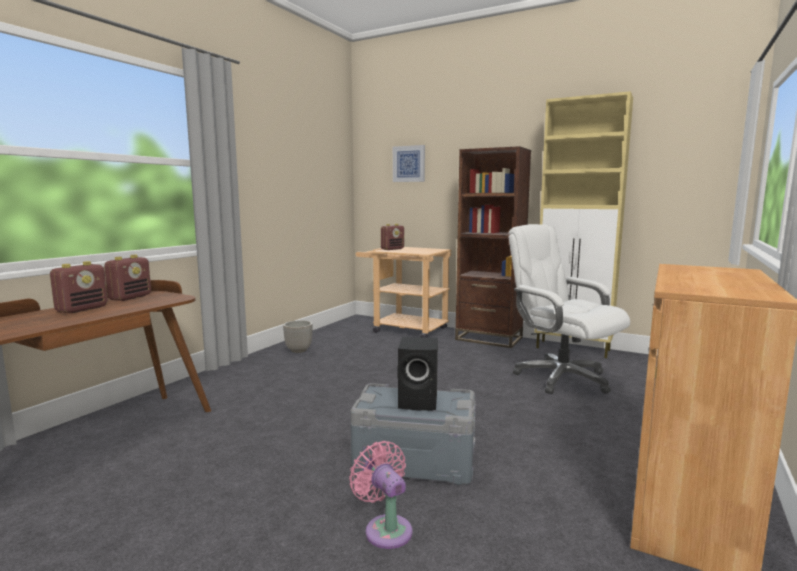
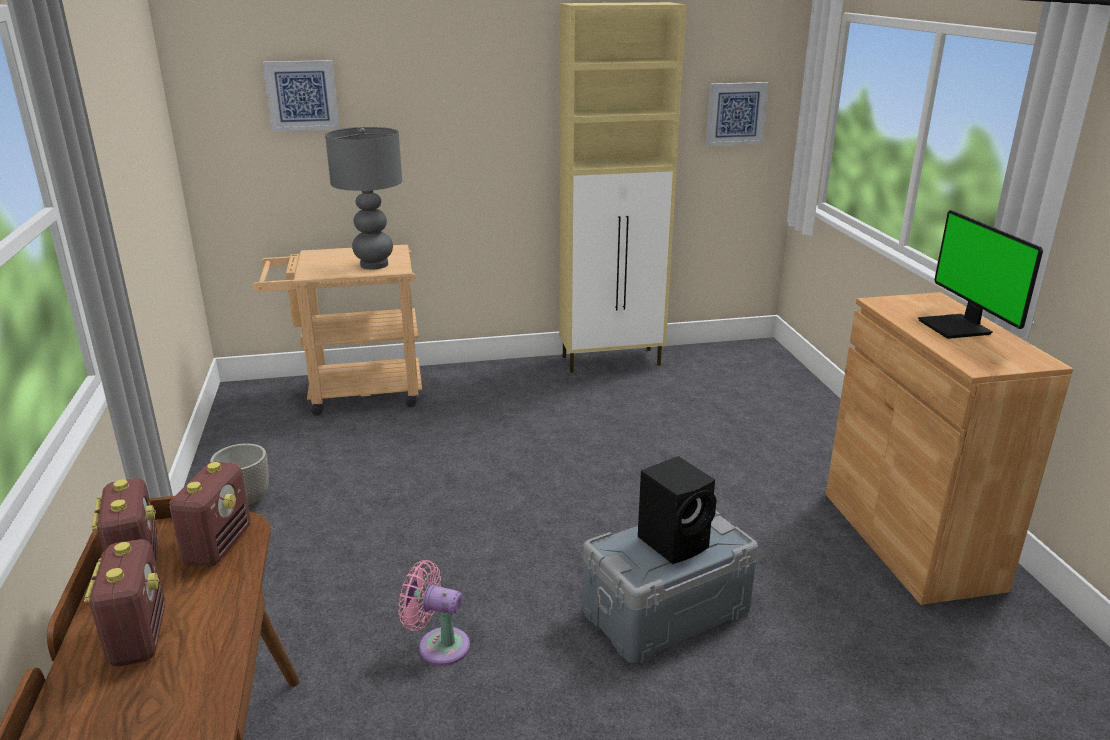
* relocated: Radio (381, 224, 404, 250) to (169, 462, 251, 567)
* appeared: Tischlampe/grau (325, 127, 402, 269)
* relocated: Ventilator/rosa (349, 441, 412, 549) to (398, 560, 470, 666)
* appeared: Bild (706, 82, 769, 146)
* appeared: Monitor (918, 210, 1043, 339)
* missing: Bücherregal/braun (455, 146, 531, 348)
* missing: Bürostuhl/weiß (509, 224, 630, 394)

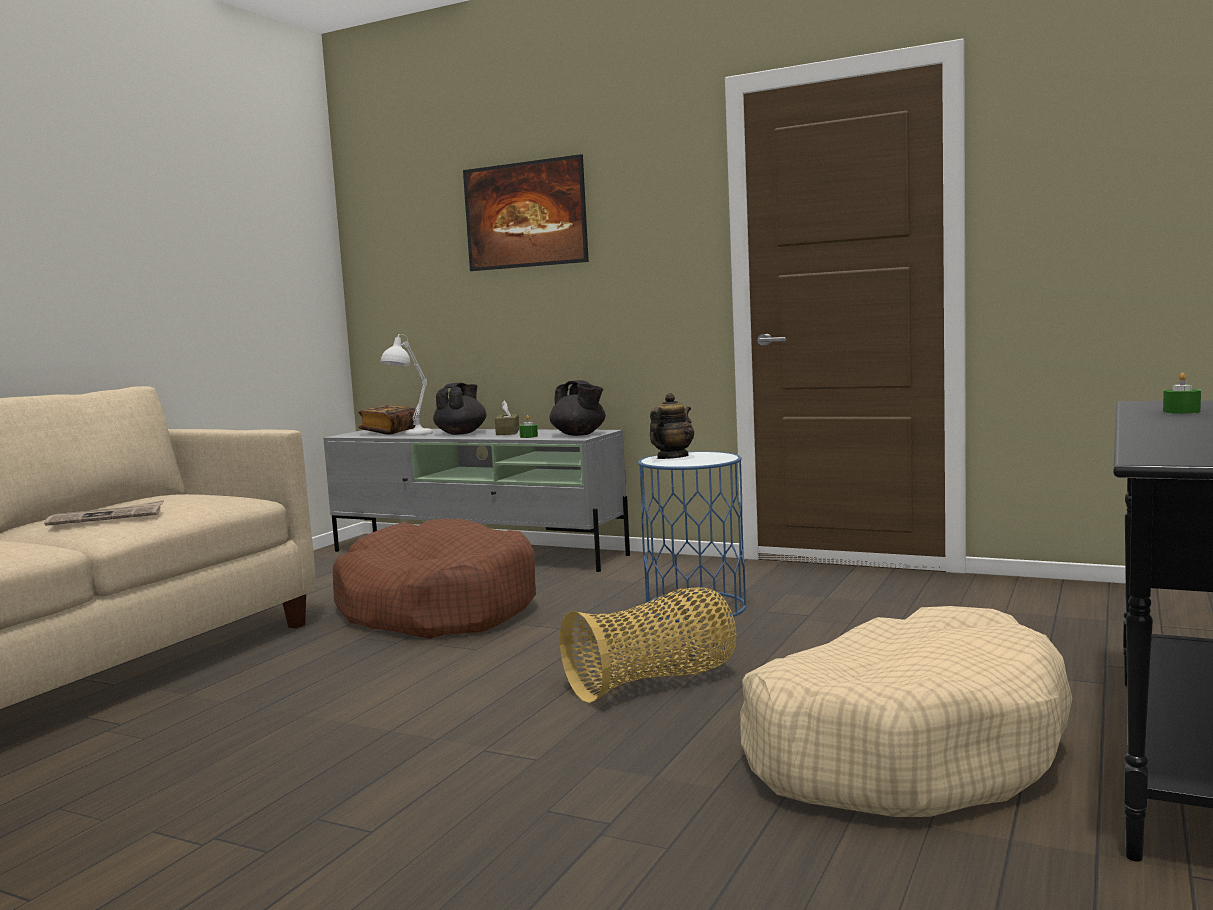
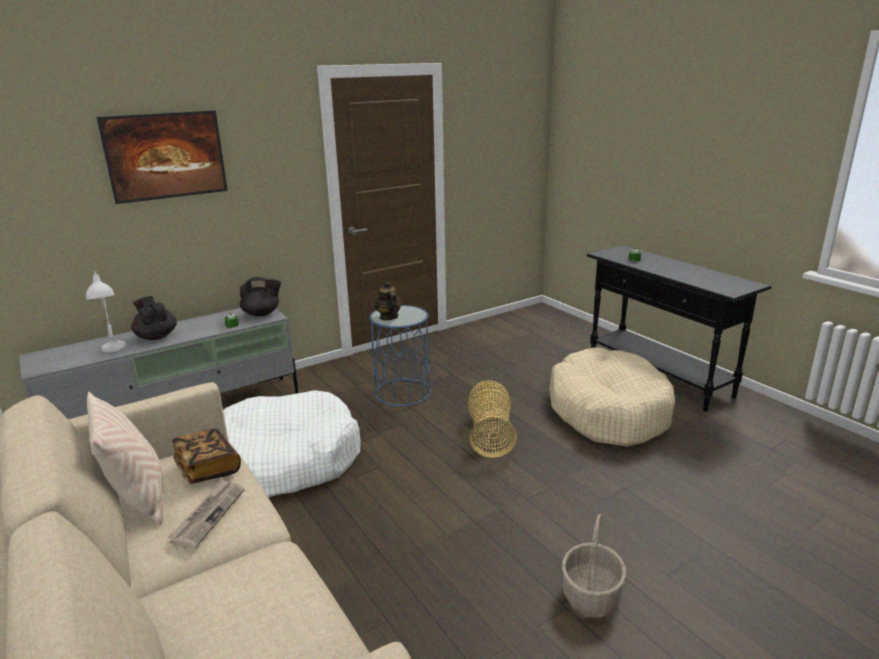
* appeared: Kissen/beige (87, 392, 163, 525)
* relocated: Buch (358, 405, 418, 435) to (172, 429, 241, 484)
* colour: Hundebett/braun (333, 519, 536, 639) to Hundebett/weiß (223, 390, 361, 498)
* appeared: Korb (562, 514, 626, 615)
* missing: Taschentuchbox/braun (495, 401, 519, 435)

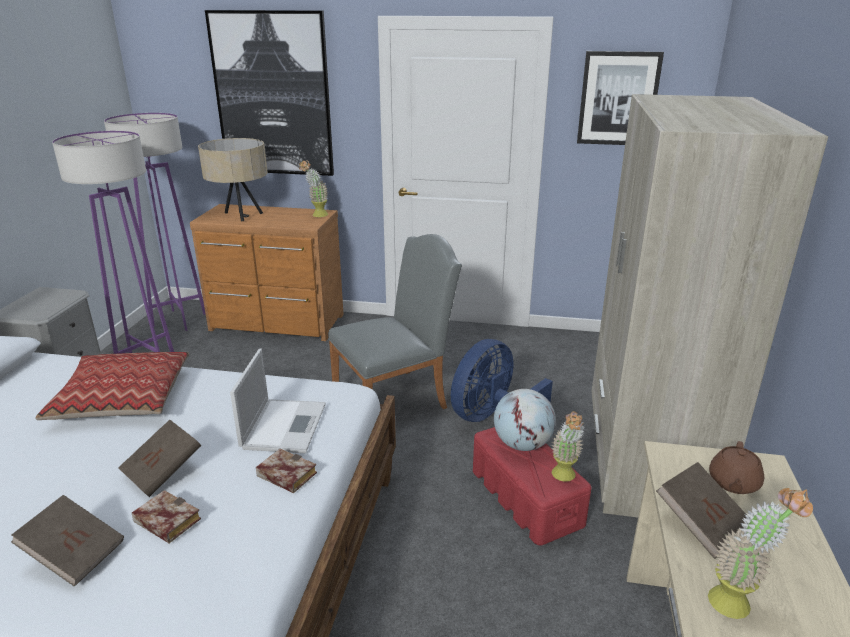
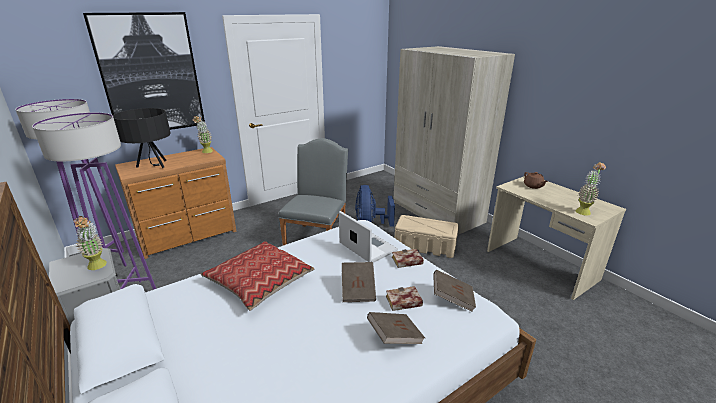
* relocated: Topfpflanze (551, 411, 585, 482) to (74, 216, 107, 270)
* colour: Tischlampe/beige (198, 138, 268, 221) to Tischlampe/schwarz (113, 108, 171, 168)
* colour: Aufbewahrungsbox/rot (473, 427, 591, 546) to Aufbewahrungsbox/beige (395, 215, 459, 258)
* relocated: Buch/braun (656, 462, 747, 559) to (433, 270, 476, 312)
* missing: Globus (494, 389, 556, 451)
* missing: Bild (577, 51, 664, 145)

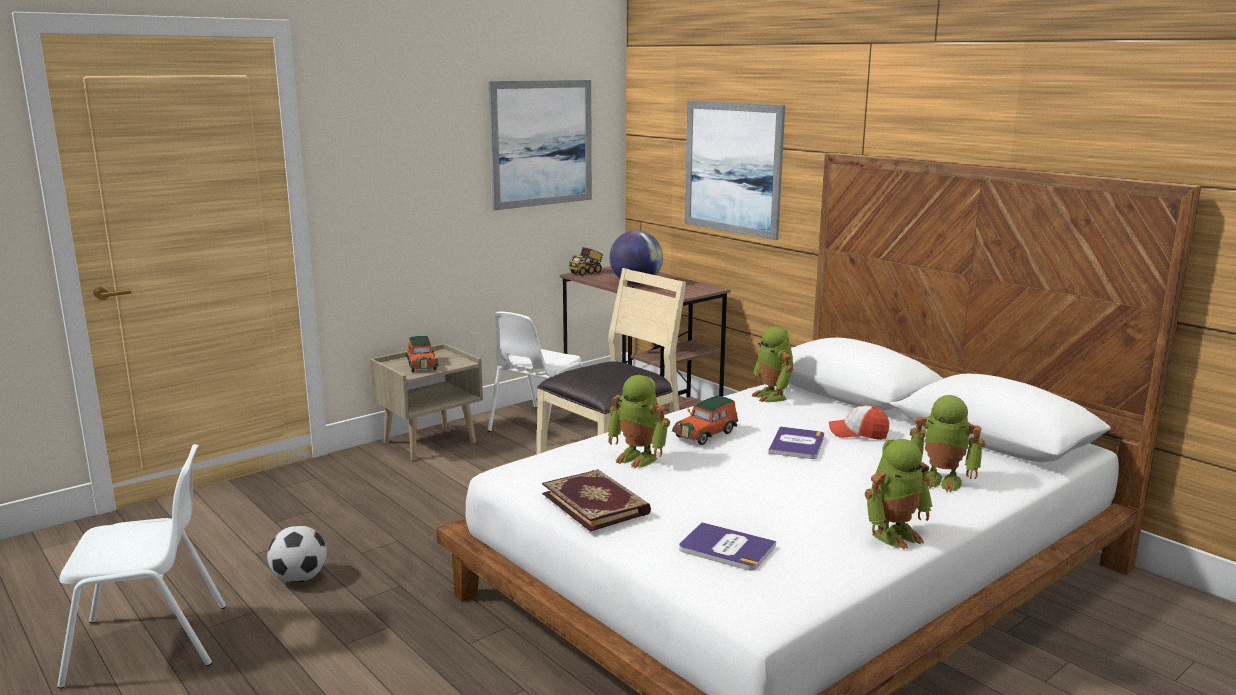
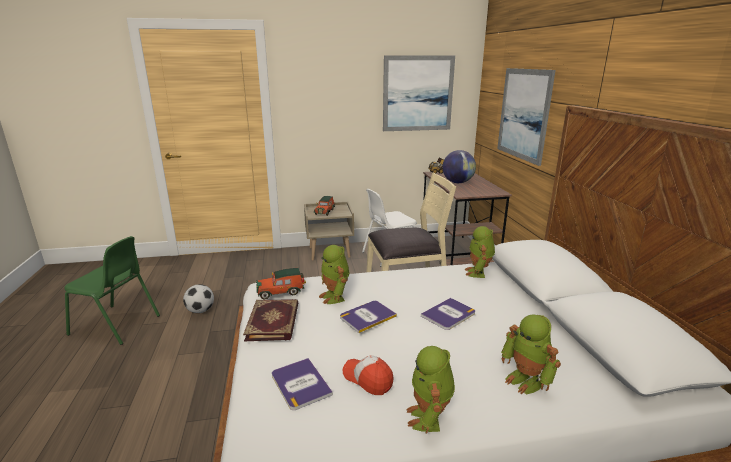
* colour: Stuhl/weiß (57, 444, 226, 689) to Stuhl/grün (65, 236, 160, 345)
* relocated: Spielzeugauto (672, 396, 738, 445) to (256, 268, 306, 300)
* appeared: Buch (340, 301, 397, 333)
* relocated: Kappe (829, 405, 889, 440) to (343, 356, 393, 395)
* spun: Spielzeugroboter (865, 439, 932, 549) = (407, 346, 455, 434) 90 degrees clockwise

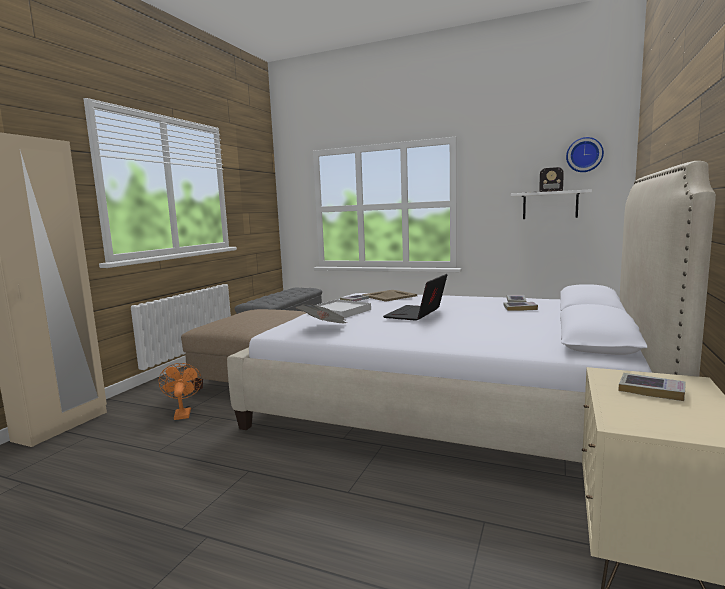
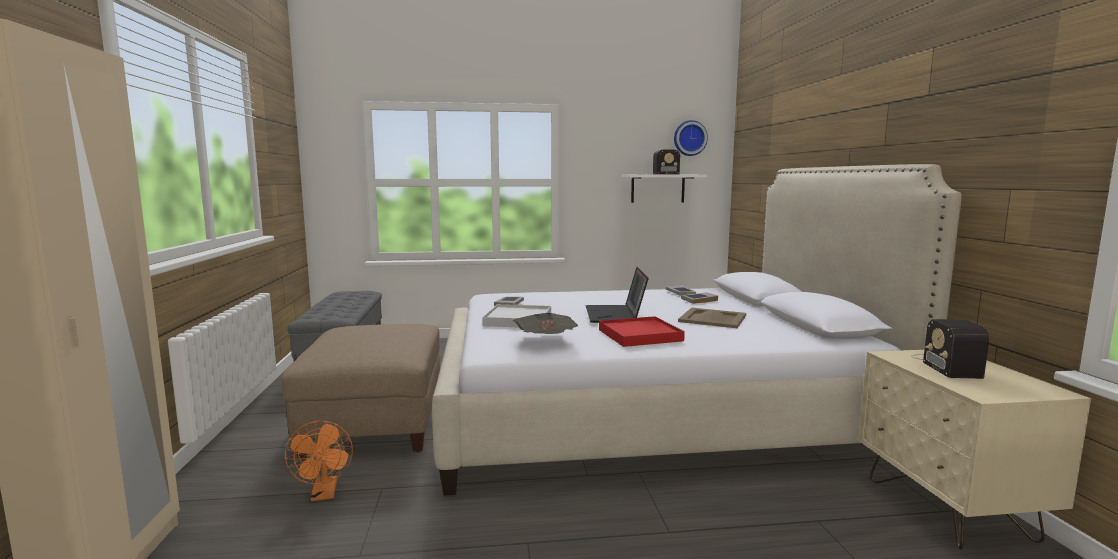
* spun: Ventilator/orange (159, 363, 202, 420) = (285, 421, 353, 501) 150 degrees counterclockwise
* appeared: Tablett/rot (599, 316, 685, 347)
* relocated: Tablett/beige (362, 290, 417, 302) to (678, 308, 746, 328)
* exchanged: Buch (618, 373, 686, 401) to Radio (911, 319, 989, 379)

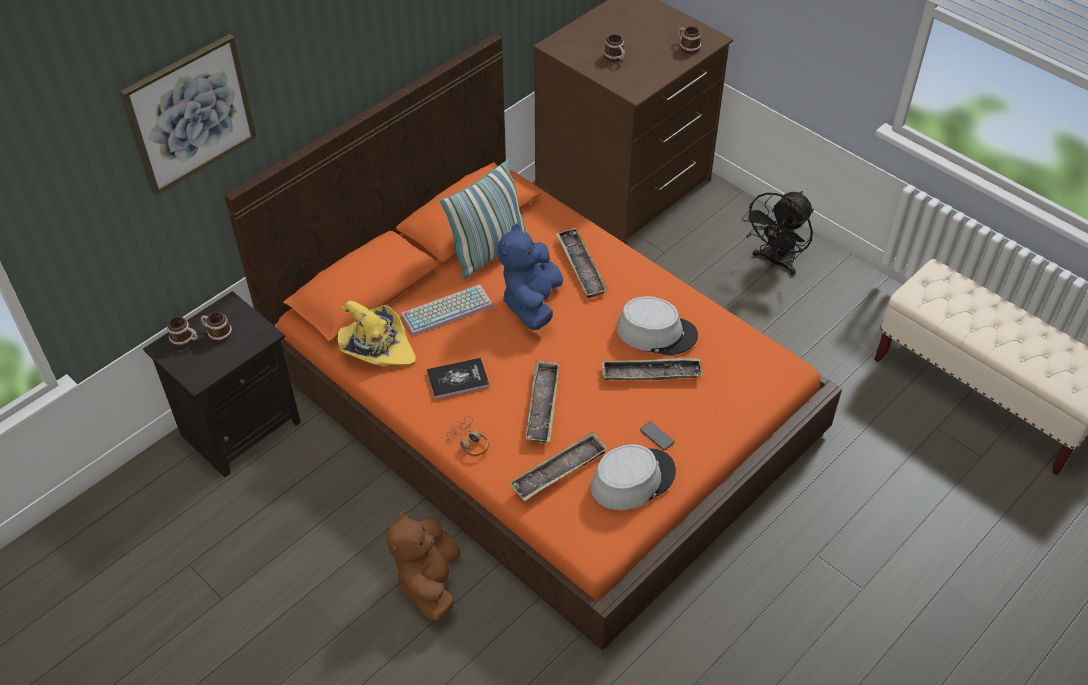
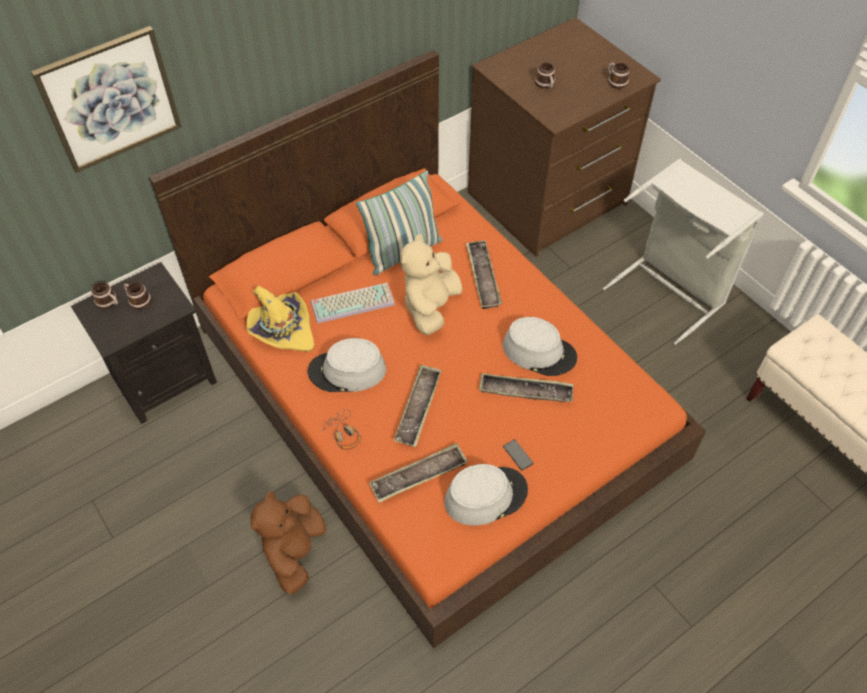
* exchanged: Buch (427, 358, 490, 399) to Hut/grau (308, 338, 386, 392)
* colour: Plüschtier/blau (498, 223, 563, 330) to Plüschtier/beige (400, 234, 463, 335)
* exchanged: Ventilator/schwarz (742, 191, 814, 275) to Wäschekorb/grau (603, 158, 764, 345)

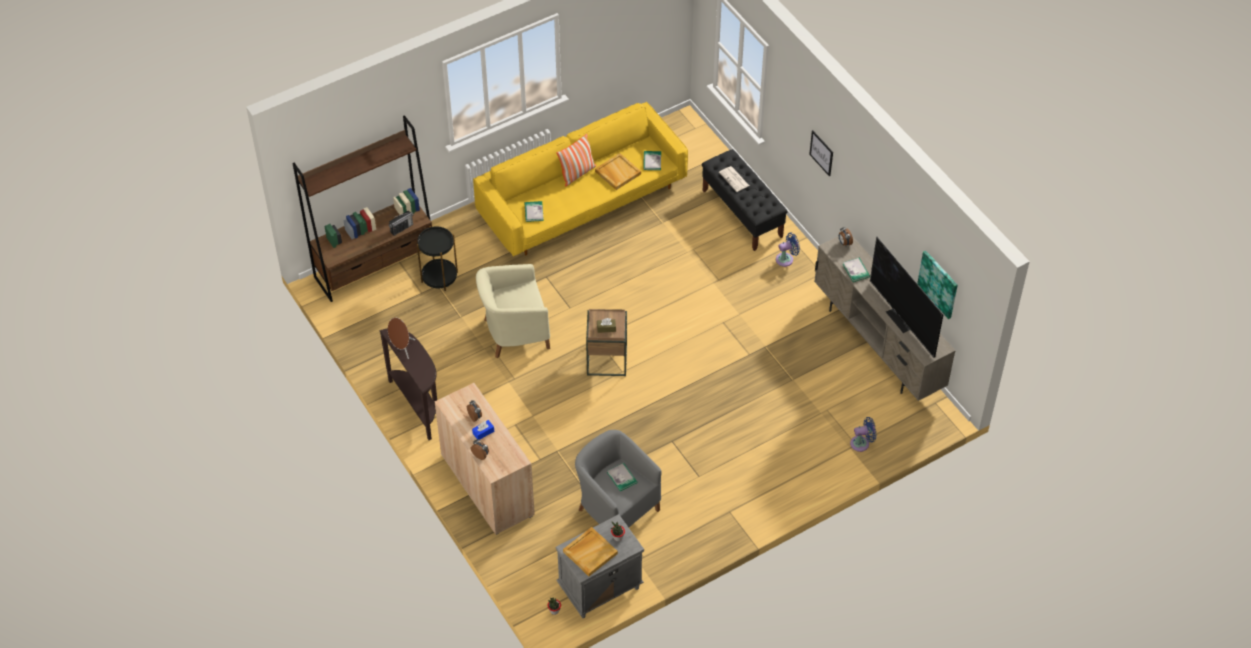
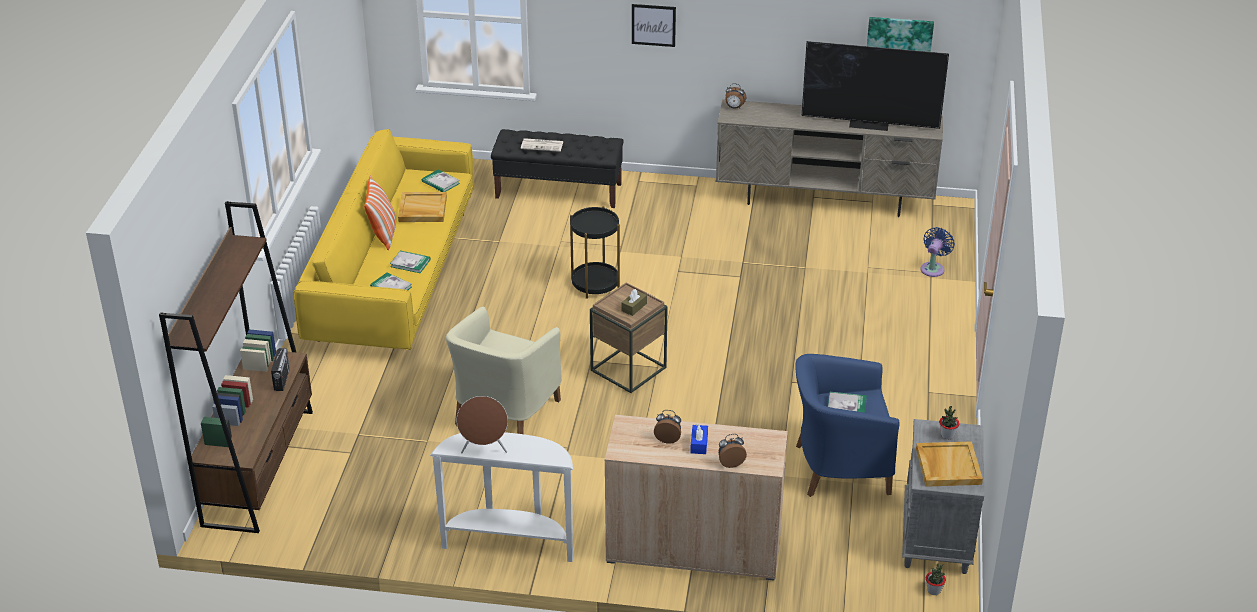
* relocated: Buch (843, 258, 870, 282) to (390, 250, 431, 273)
* colour: Konsolentisch/braun (379, 328, 437, 440) to Konsolentisch/weiß (430, 432, 573, 562)
* relocated: Beistelltisch/schwarz (417, 226, 458, 291) to (570, 206, 620, 299)
* colour: Sessel/grau (575, 430, 661, 527) to Sessel/blau (795, 354, 899, 497)
* missing: Ventilator/blau (776, 233, 800, 267)

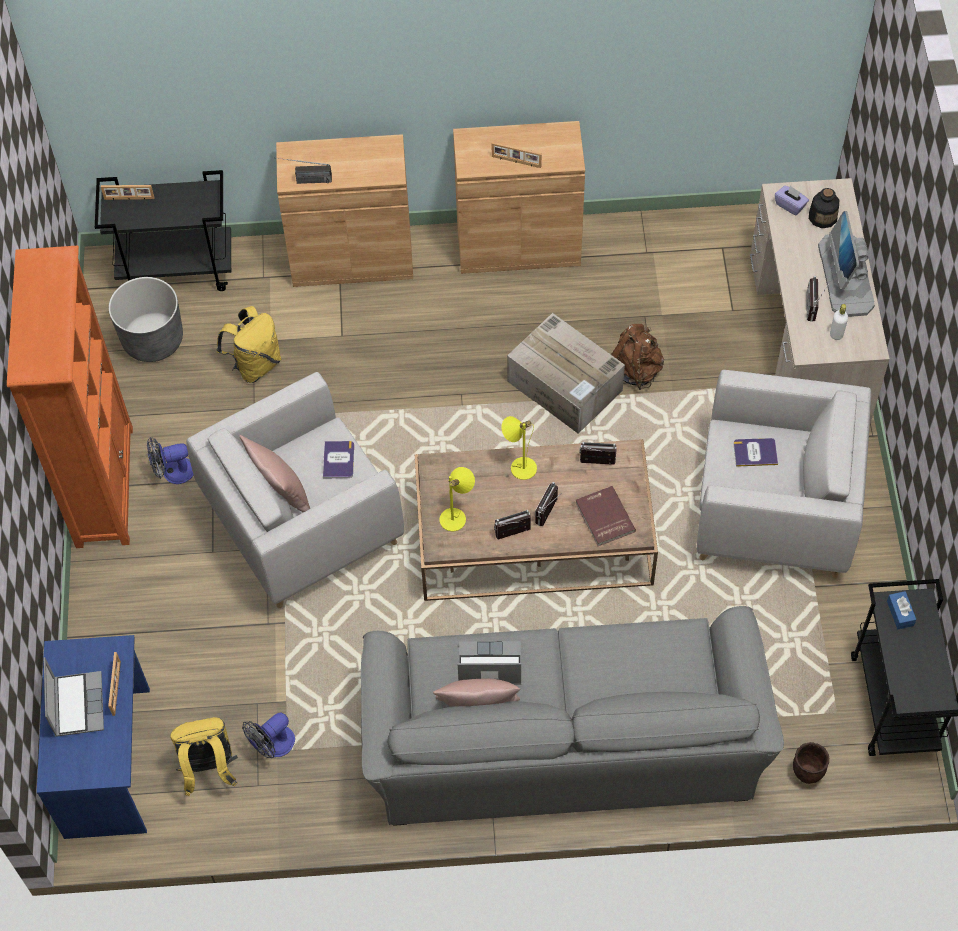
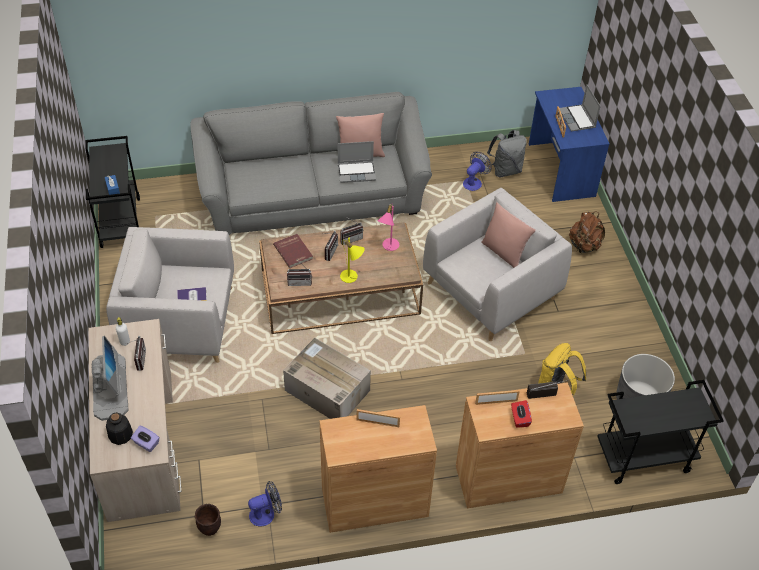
* relocated: Pflanzkübel/braun (793, 742, 829, 784) to (195, 504, 221, 536)
* relocated: Ventilator (147, 437, 194, 484) to (248, 481, 282, 526)
* colour: Tischlampe/gelb (440, 467, 475, 531) to Tischlampe/rosa (378, 203, 399, 251)
* relocated: Bilderrahmen (101, 185, 154, 200) to (475, 390, 520, 405)
* colour: Rucksack/gelb (170, 717, 238, 796) to Rucksack/grau (487, 130, 527, 177)
* appeared: Taschentuchbox/rot (511, 400, 532, 428)
* relocated: Rucksack/braun (611, 324, 664, 390) to (569, 212, 605, 254)
* missing: Bücherregal/orange (7, 246, 133, 548)
* missing: Buch (323, 441, 354, 478)

